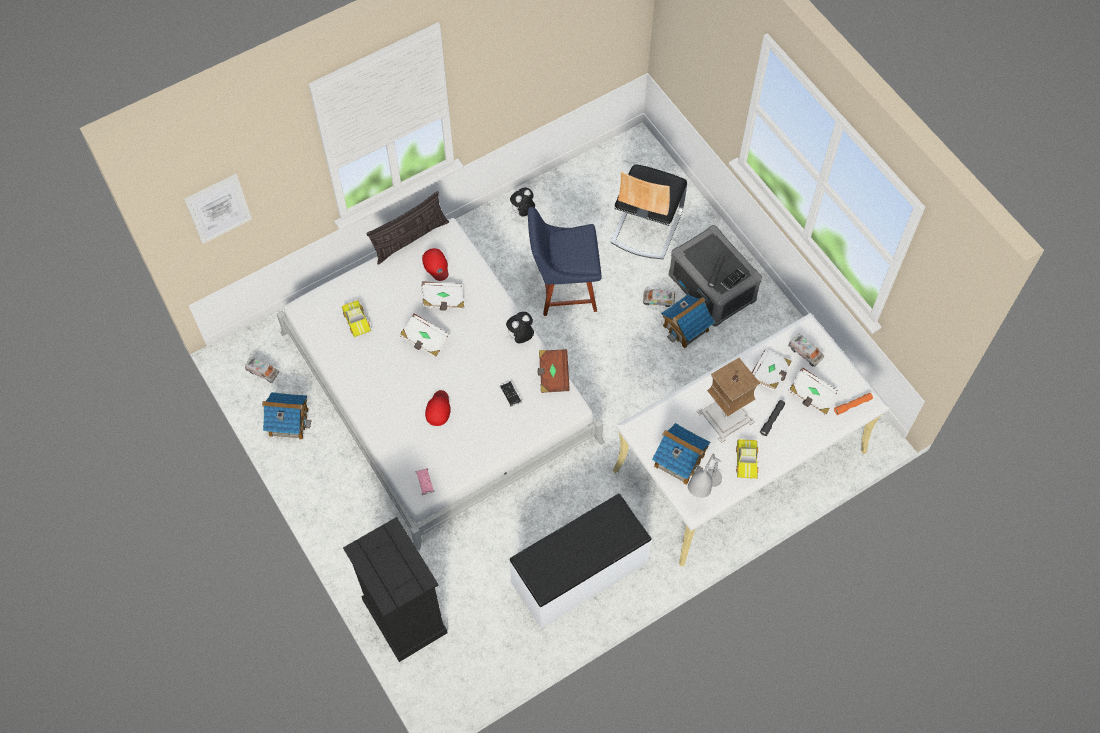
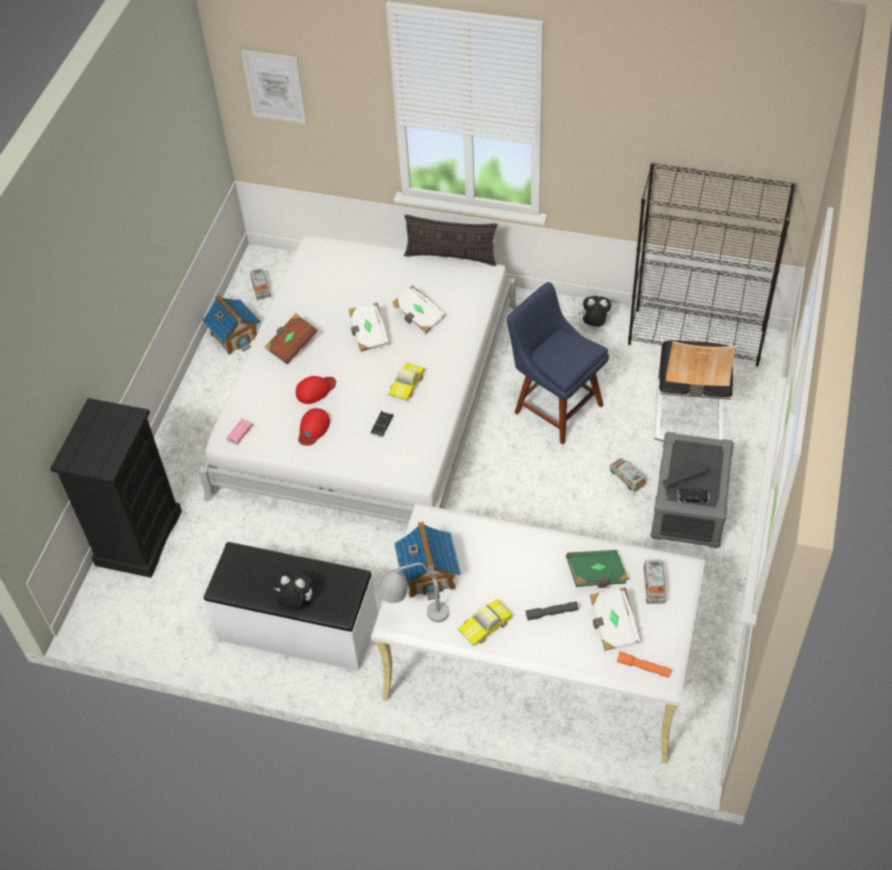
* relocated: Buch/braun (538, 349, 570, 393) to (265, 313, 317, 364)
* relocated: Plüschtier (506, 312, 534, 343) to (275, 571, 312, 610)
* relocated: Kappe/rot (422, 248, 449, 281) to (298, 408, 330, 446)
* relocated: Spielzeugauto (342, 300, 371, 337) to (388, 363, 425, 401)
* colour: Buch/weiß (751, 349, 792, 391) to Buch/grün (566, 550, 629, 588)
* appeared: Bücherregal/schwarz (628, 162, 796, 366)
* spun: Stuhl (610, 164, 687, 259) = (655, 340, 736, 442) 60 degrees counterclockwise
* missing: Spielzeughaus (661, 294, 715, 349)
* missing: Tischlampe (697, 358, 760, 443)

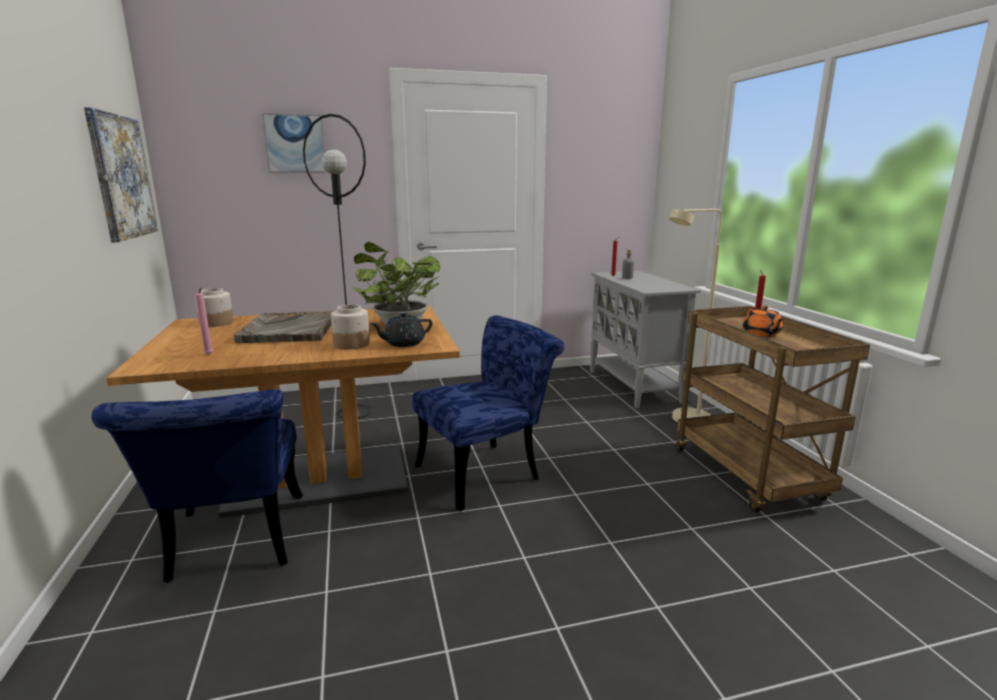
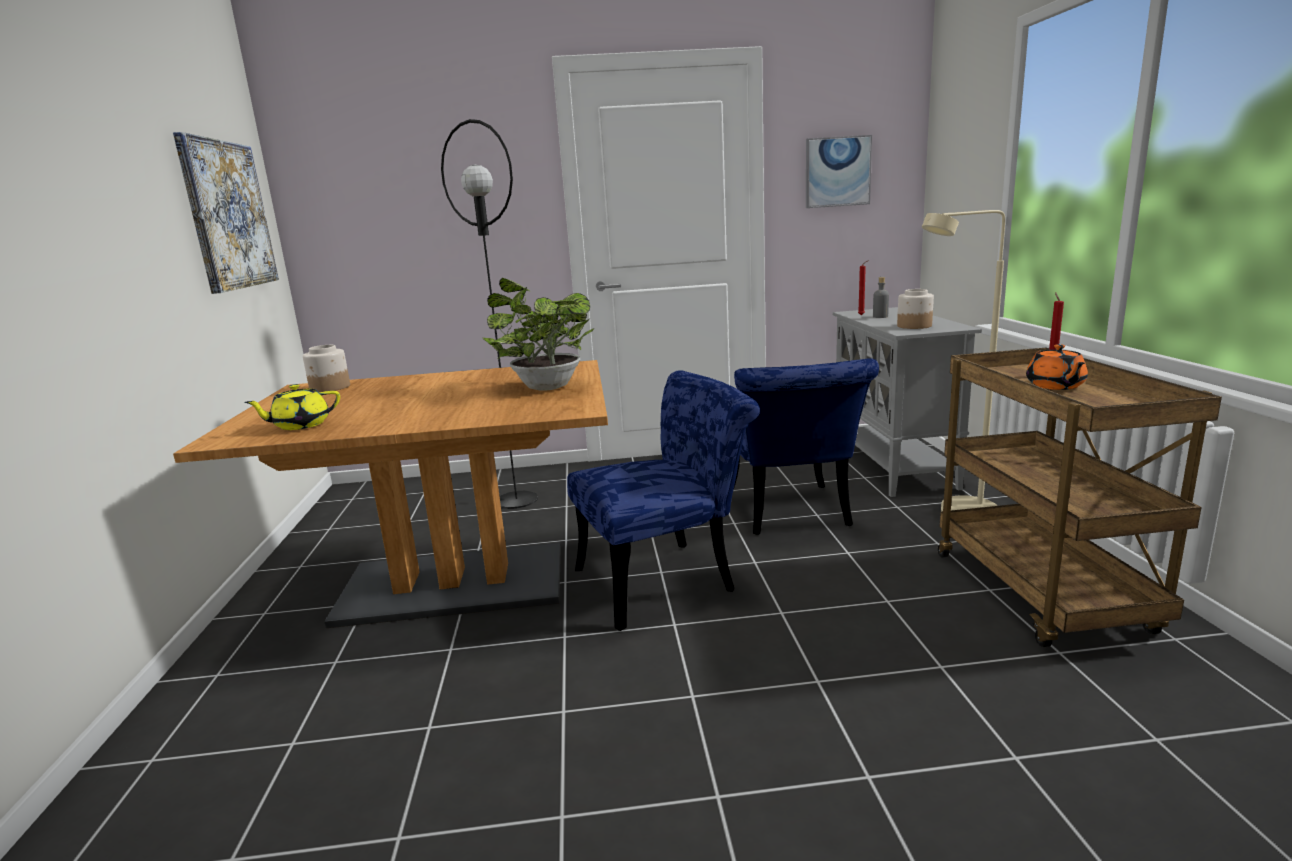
* exchanged: Kerze/rosa (195, 288, 213, 355) to Teekanne/gelb (244, 384, 340, 430)
* relocated: Stuhl/blau (91, 389, 303, 583) to (733, 358, 879, 535)
* relocated: Bild (262, 113, 327, 173) to (806, 135, 872, 208)
* relocated: Vorratsglas (331, 304, 370, 349) to (897, 289, 934, 329)
* missing: Tablett/grau (234, 311, 333, 343)
* missing: Teekanne/schwarz (370, 312, 432, 347)

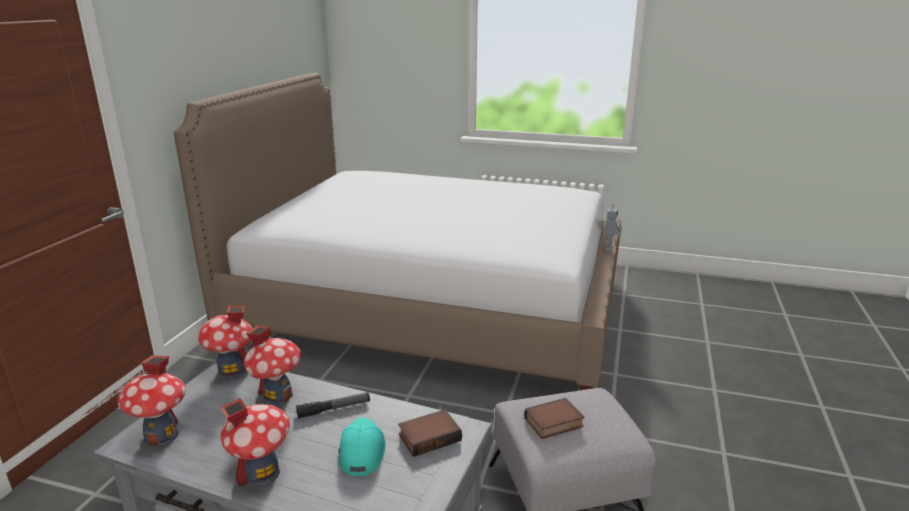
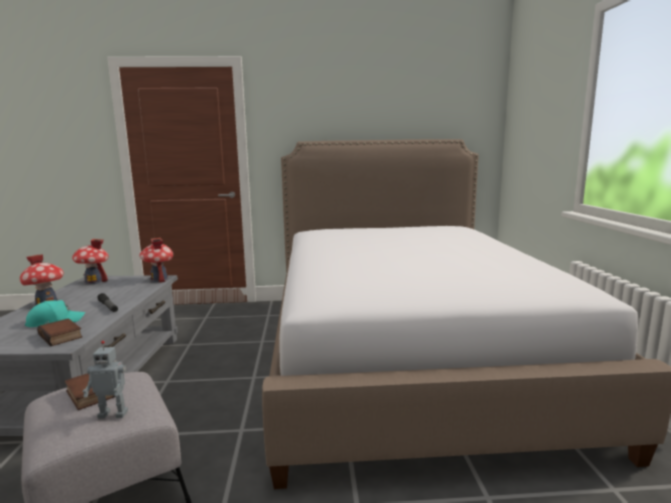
* relocated: Spielzeugroboter (598, 205, 622, 252) to (82, 341, 128, 419)
* missing: Spielzeughaus (244, 325, 301, 406)

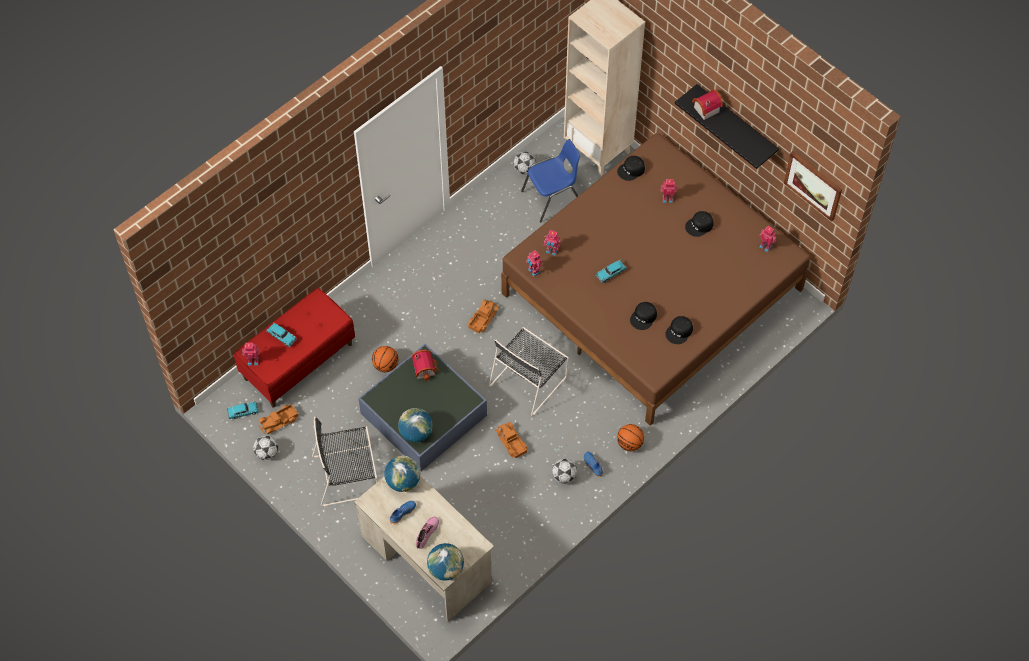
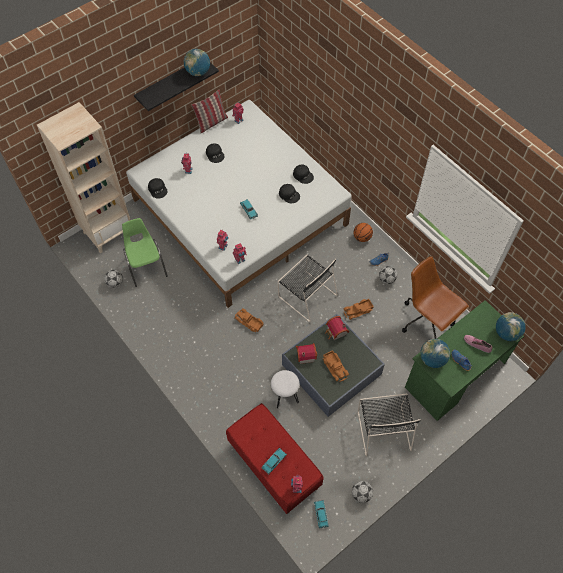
* colour: Stuhl/blau (521, 139, 580, 222) to Stuhl/grün (122, 218, 168, 287)
* colour: Bett/braun (501, 133, 810, 426) to Bett/weiß (126, 100, 352, 308)
* relocated: Globus (398, 408, 433, 442) to (184, 49, 210, 76)
* appeared: Kissen (191, 90, 228, 134)
* exchanged: Basketball (372, 346, 398, 372) to Hocker/weiß (271, 370, 299, 409)
* relocated: Spielzeuglaster (259, 404, 298, 434) to (323, 350, 349, 382)
* relocated: Spielzeughaus (692, 89, 723, 120) to (325, 316, 349, 340)
* appeared: Bürostuhl/braun (402, 256, 469, 339)
* colour: Schreibtisch/beige (354, 475, 494, 622) to Schreibtisch/grün (405, 300, 524, 421)
* missing: Bild (784, 151, 842, 222)

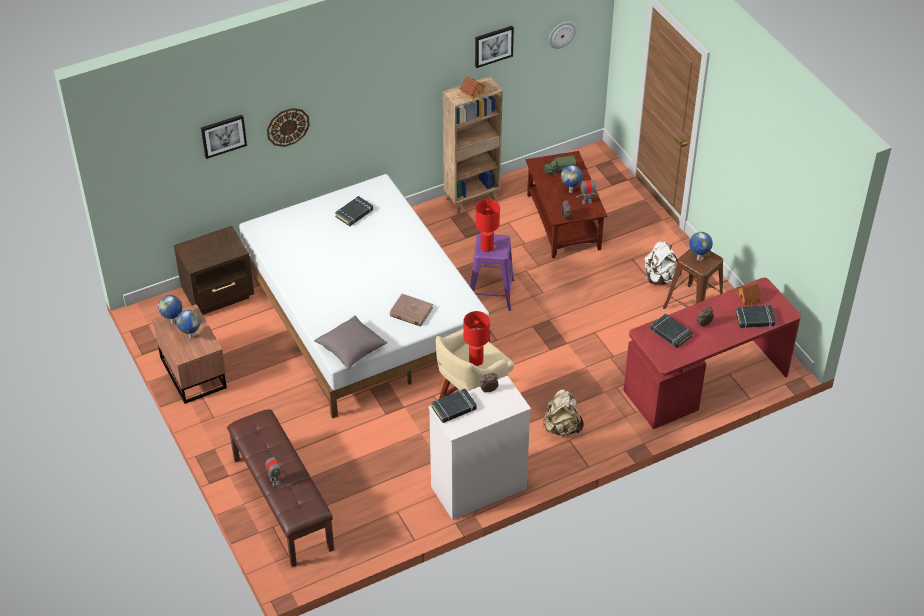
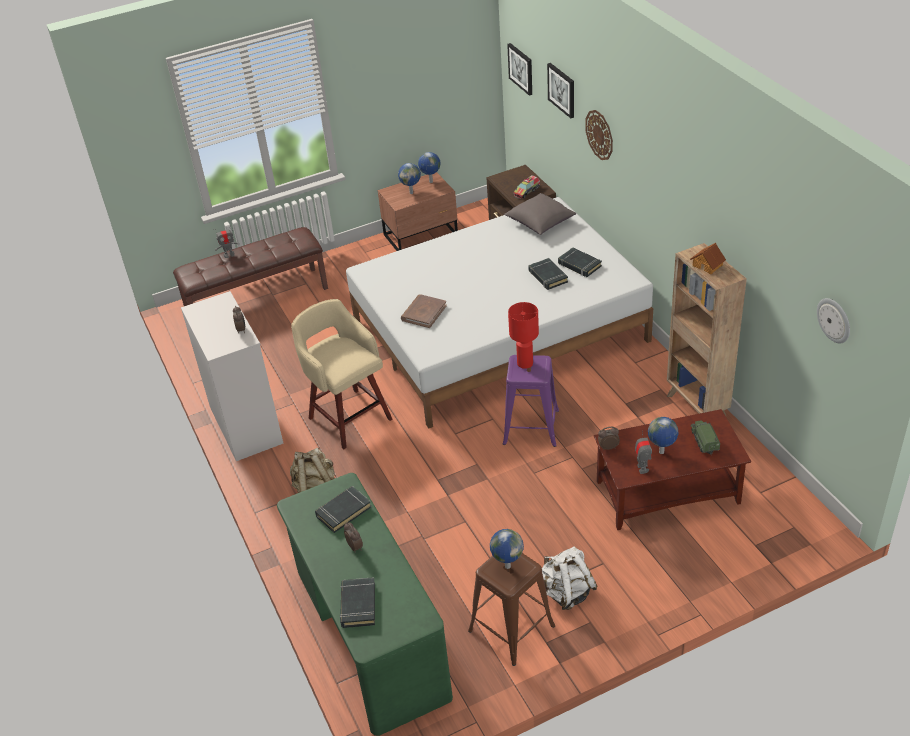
* colour: Schreibtisch/rot (623, 278, 801, 429) to Schreibtisch/grün (277, 473, 453, 736)
* relocated: Kissen/grau (314, 315, 388, 369) to (504, 193, 576, 235)
* relocated: Bild (475, 26, 514, 68) to (507, 43, 532, 96)
* appeared: Spielzeuglaster (513, 175, 540, 199)
* relocated: Buch/schwarz (431, 389, 477, 423) to (529, 258, 568, 290)
* missing: Tischlampe/rot (464, 311, 490, 366)
* missing: Spielzeughaus (736, 284, 762, 306)

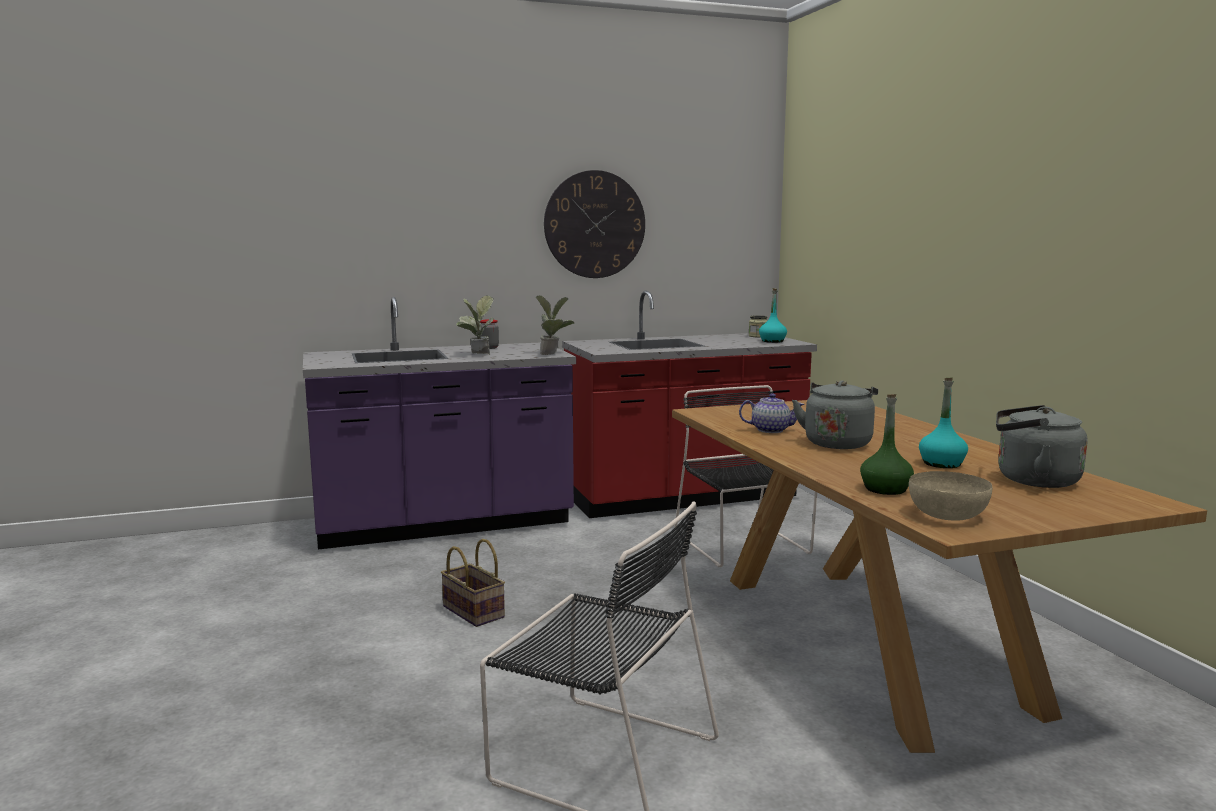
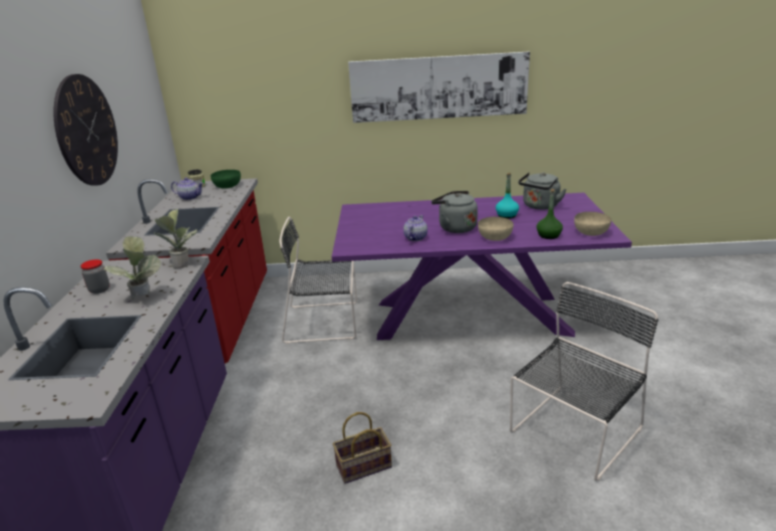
* appeared: Teekanne (171, 178, 203, 200)
* exchanged: Flasche/türkis (759, 288, 787, 343) to Schüssel/grün (211, 170, 241, 189)
* colour: Esstisch/braun (672, 400, 1207, 753) to Esstisch/lila (332, 193, 632, 340)
* appeared: Bild (348, 52, 530, 123)
* appeared: Schüssel/beige (478, 217, 514, 241)

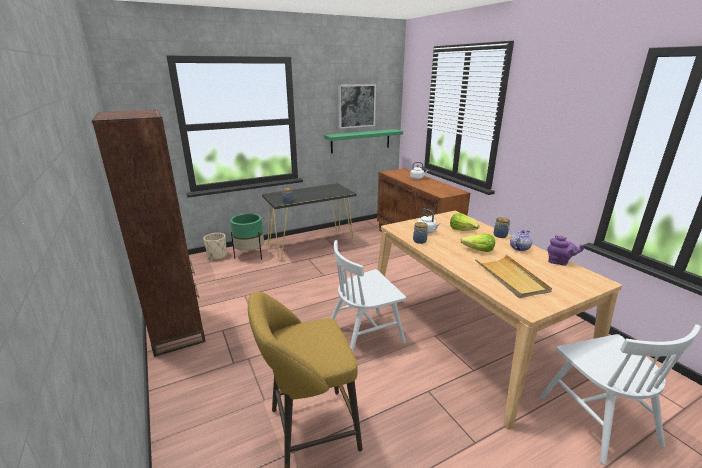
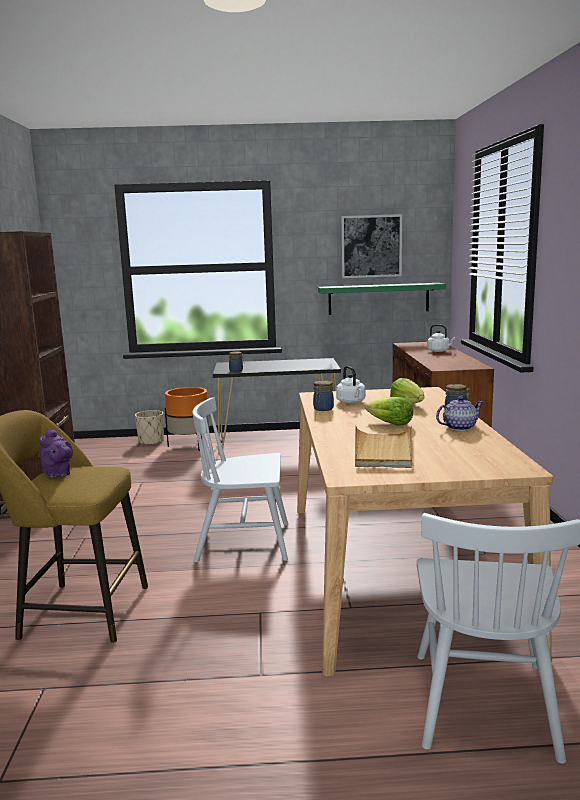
* relocated: Teekanne/lila (547, 235, 584, 266) to (39, 429, 73, 478)
* colour: Pflanzkübel/grün (230, 213, 264, 259) to Pflanzkübel/orange (165, 387, 209, 451)

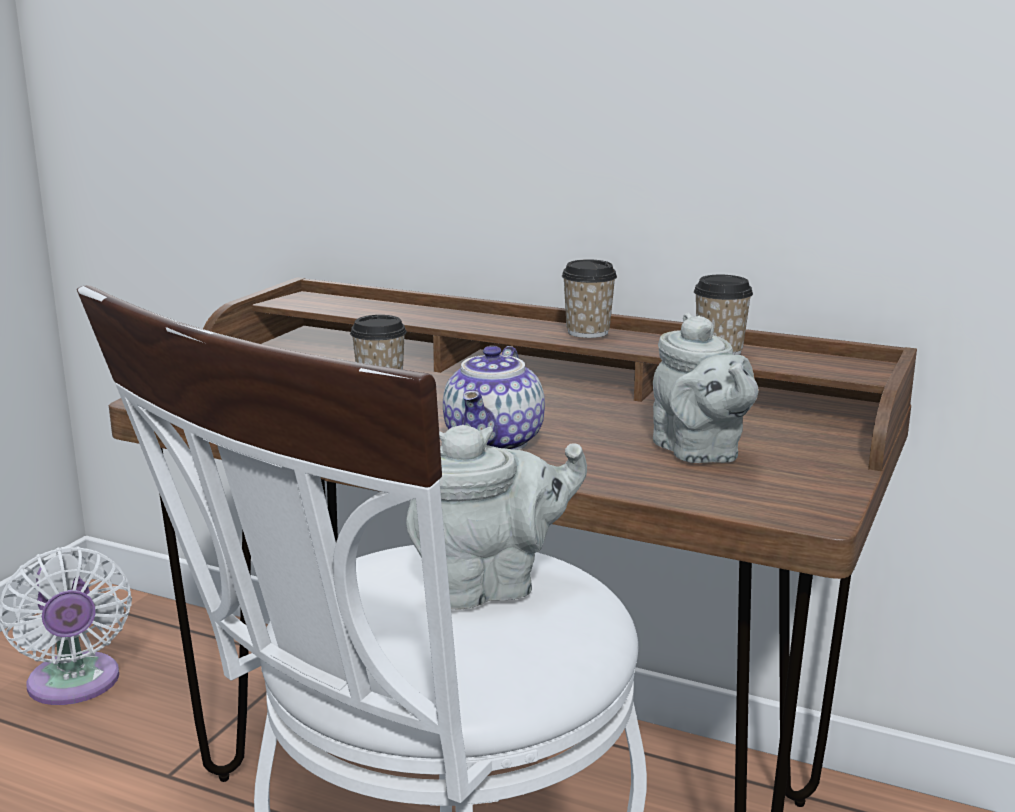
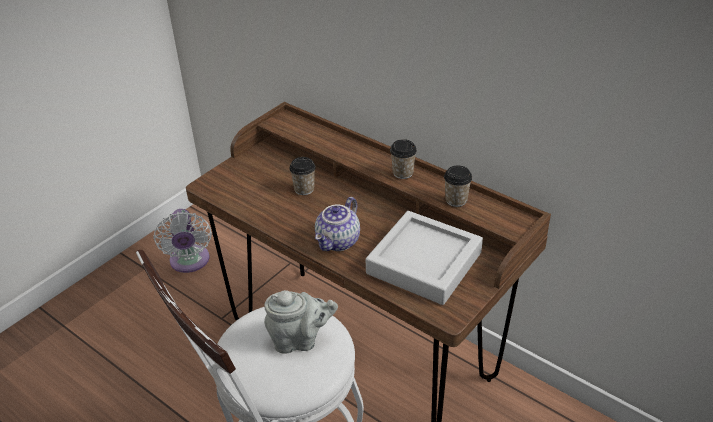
* exchanged: Teekanne/grau (653, 313, 759, 463) to Tablett/grau (366, 211, 483, 305)

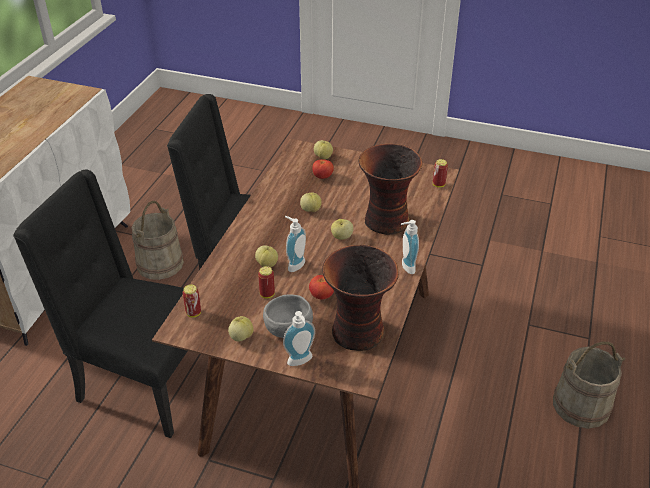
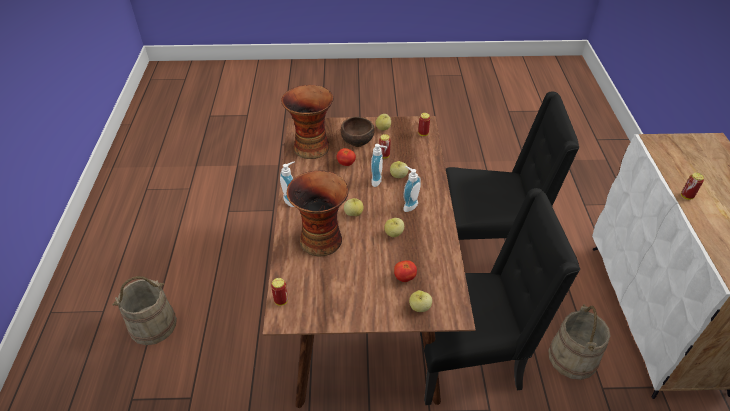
* colour: Schüssel/grau (263, 294, 313, 338) to Schüssel/braun (341, 117, 374, 147)
* relocated: Seifenspender (283, 311, 315, 366) to (403, 166, 421, 212)
* appeared: Dose (681, 173, 704, 200)

